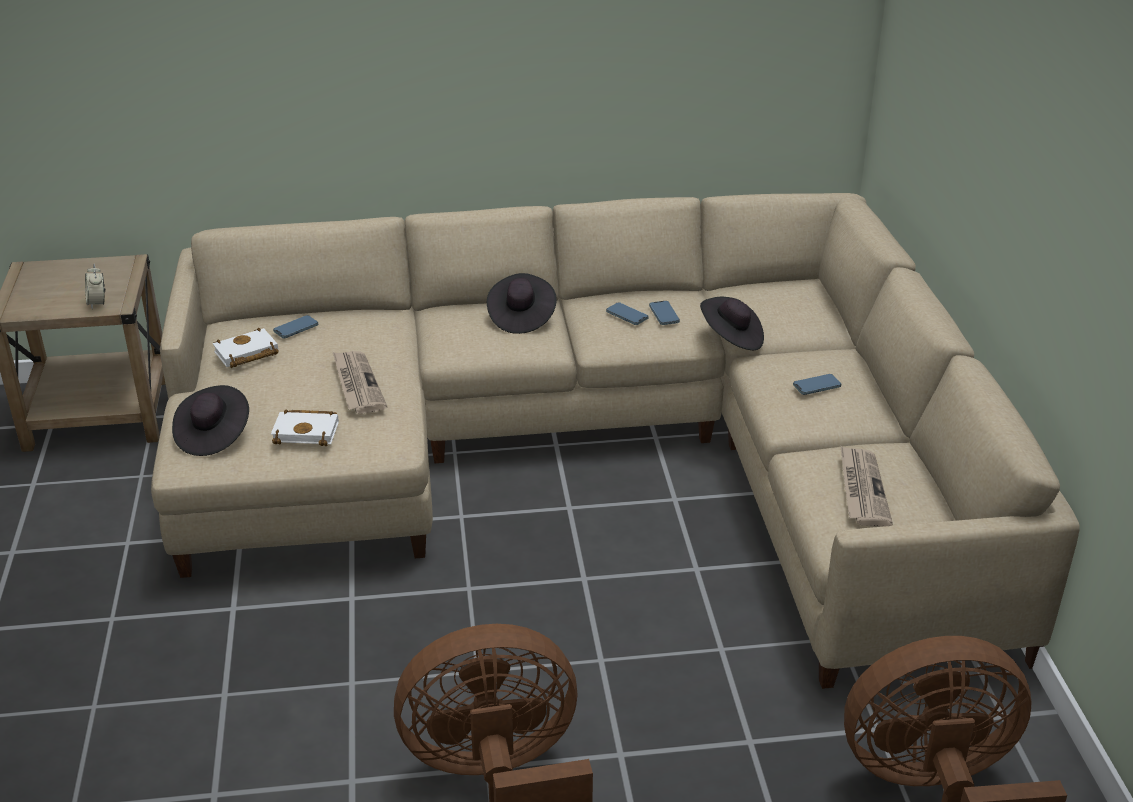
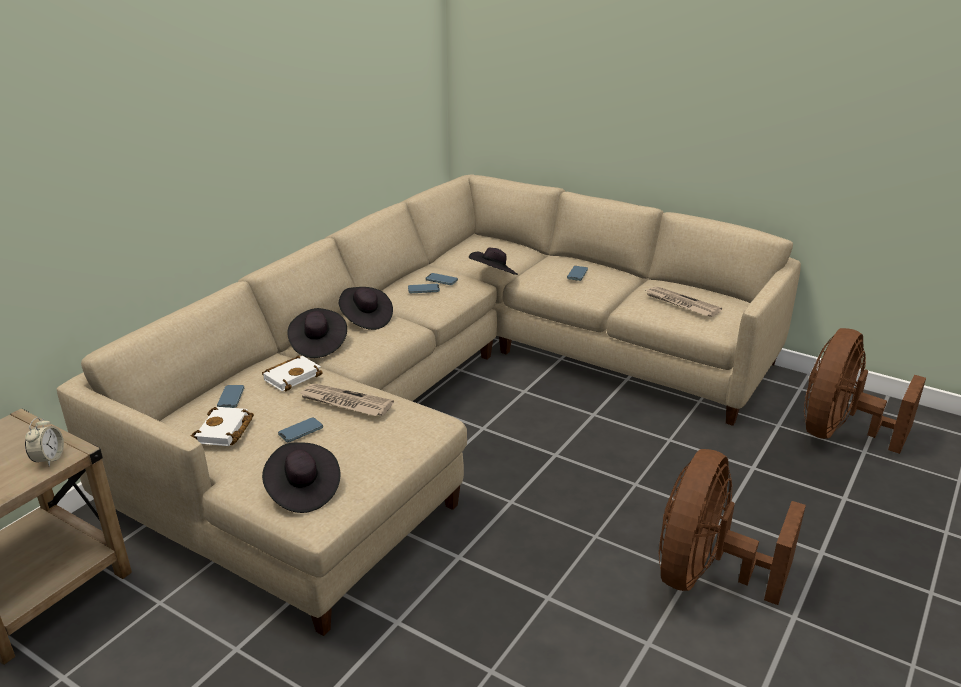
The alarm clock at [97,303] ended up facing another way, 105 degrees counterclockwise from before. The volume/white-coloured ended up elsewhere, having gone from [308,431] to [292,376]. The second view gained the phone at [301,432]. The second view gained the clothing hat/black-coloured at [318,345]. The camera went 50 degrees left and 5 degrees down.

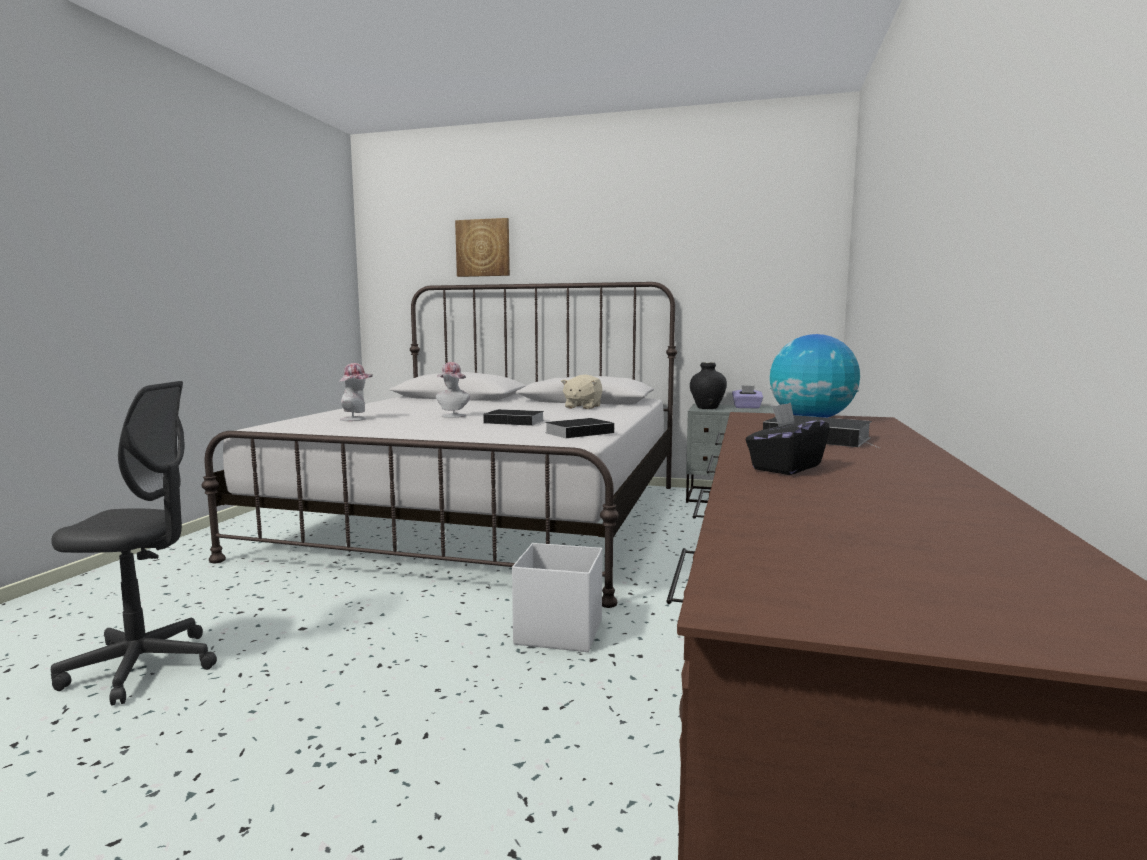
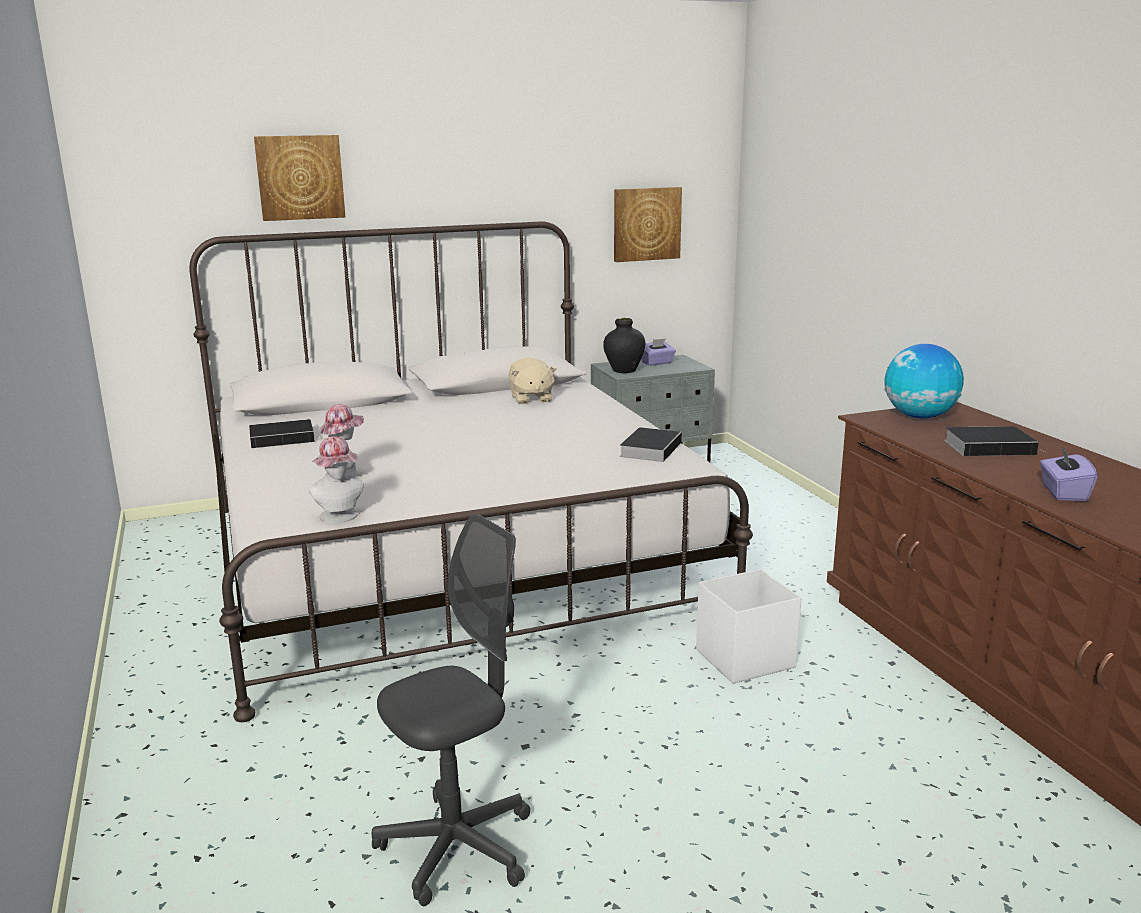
The volume ended up elsewhere, having gone from [516,422] to [284,438]. The clothing hat ended up elsewhere, having gone from [452,416] to [340,517]. The second view gained the wall picture at [646,224]. What was the tissue box/black-coloured at [785,467] turned into the tissue box/purplish at [1063,492]. The camera went 35 degrees left and 10 degrees up.

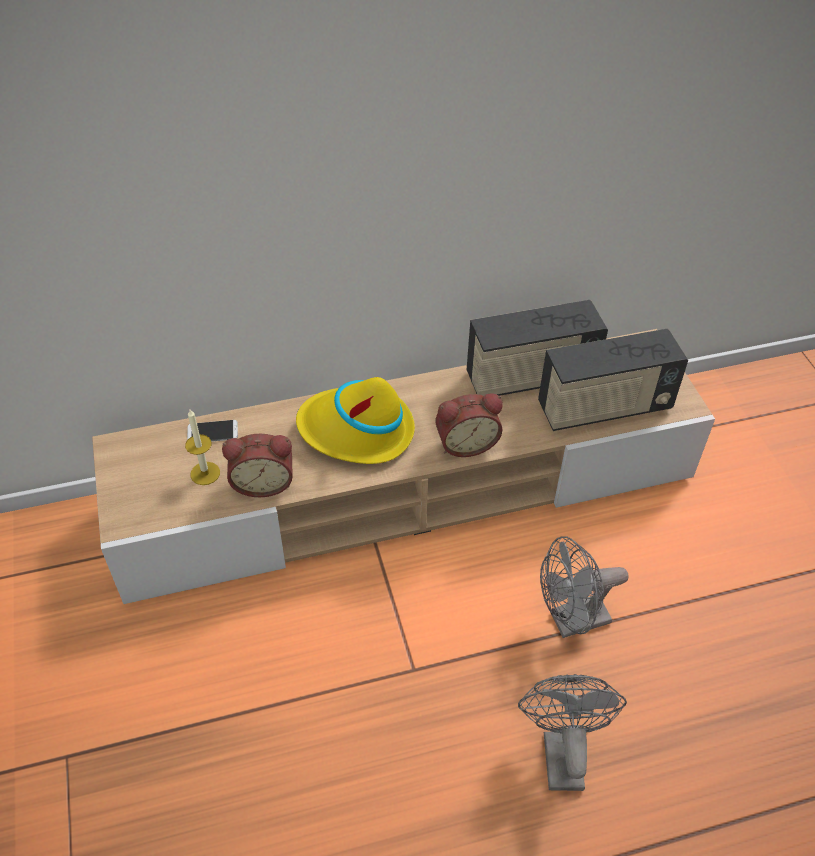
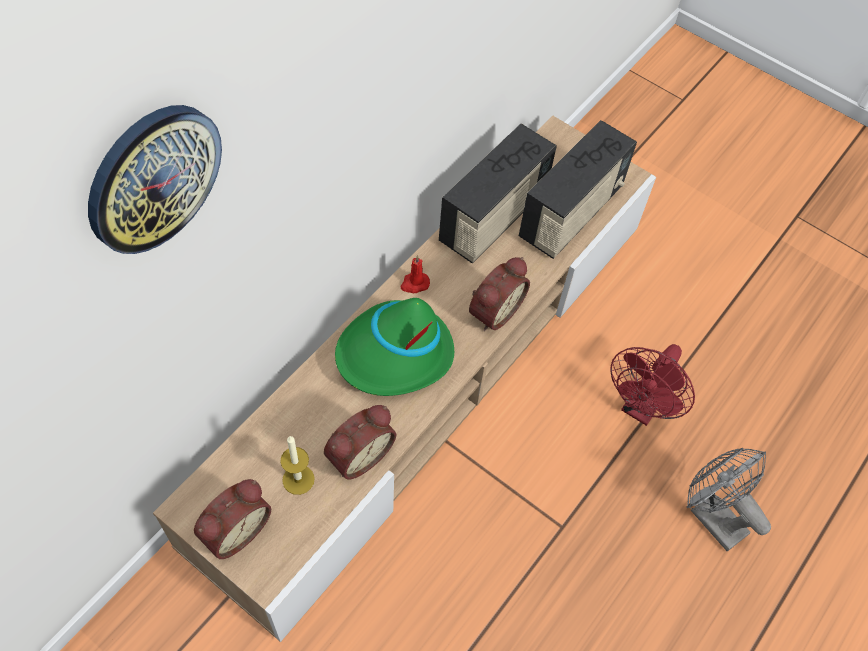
The second view gained the wall clock at [153,178]. The second view gained the alarm clock at [234,529]. What was the clothing hat/yellowish at [356,430] turned into the clothing hat/greenish at [395,354]. The second view gained the wax light/red at [414,284]. What was the cooling fan/grey at [571,622] turned into the cooling fan/red at [641,408]. The second view lost the phone at [212,432]. The camera went 40 degrees left and 10 degrees up.

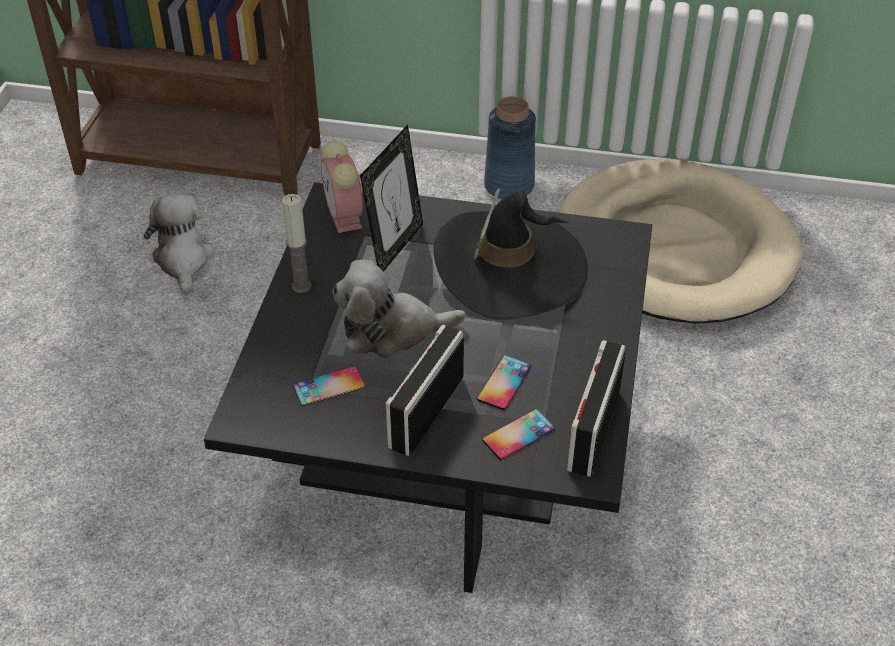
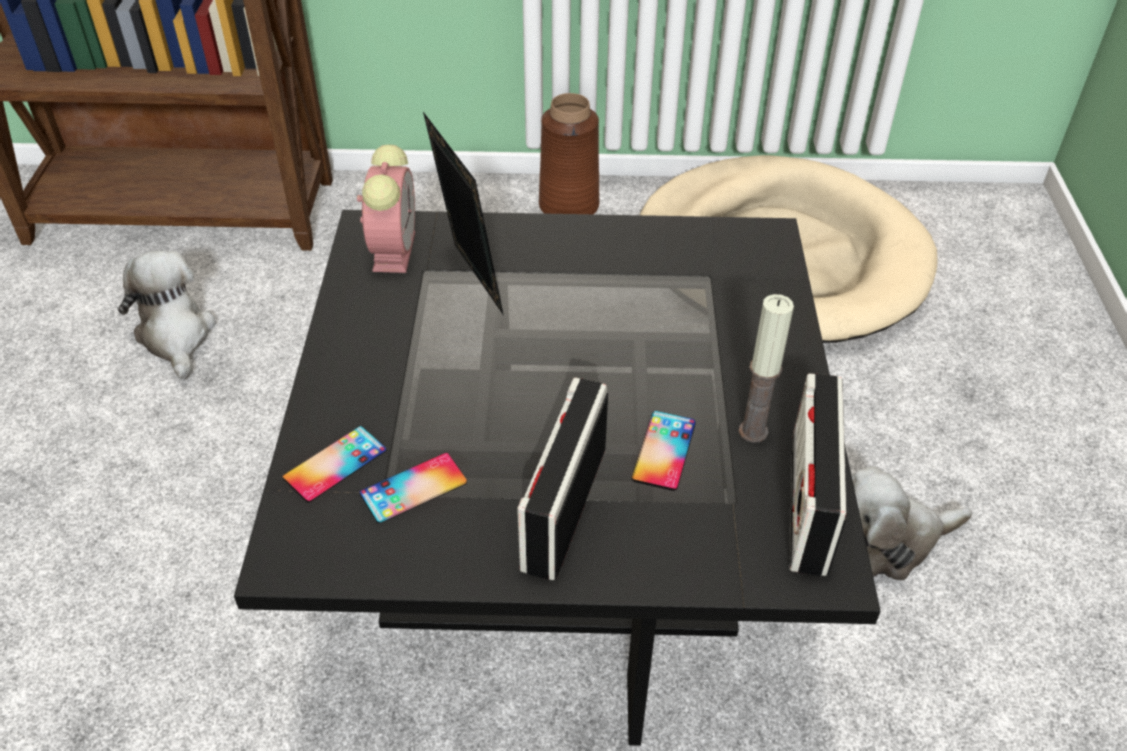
The phone ended up elsewhere, having gone from [518,434] to [335,464]. The alarm clock at [345,217] ended up facing another way, 150 degrees counterclockwise from before. The standing frame at [395,247] ended up facing another way, 45 degrees counterclockwise from before. What was the decorative vase/blue at [509,185] turned into the decorative vase/brown at [569,206]. The wax light ended up elsewhere, having gone from [301,286] to [753,431]. The cuddly toy ended up elsewhere, having gone from [392,331] to [888,542]. The second view lost the clothing hat/black-coloured at [510,268]. The camera went 10 degrees left and 0 degrees up.

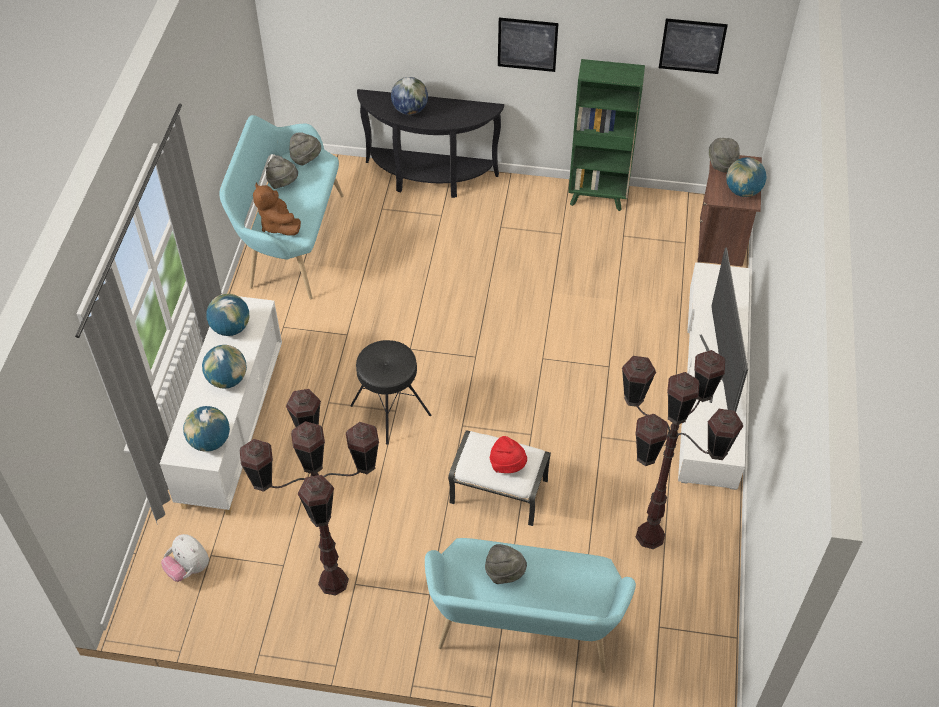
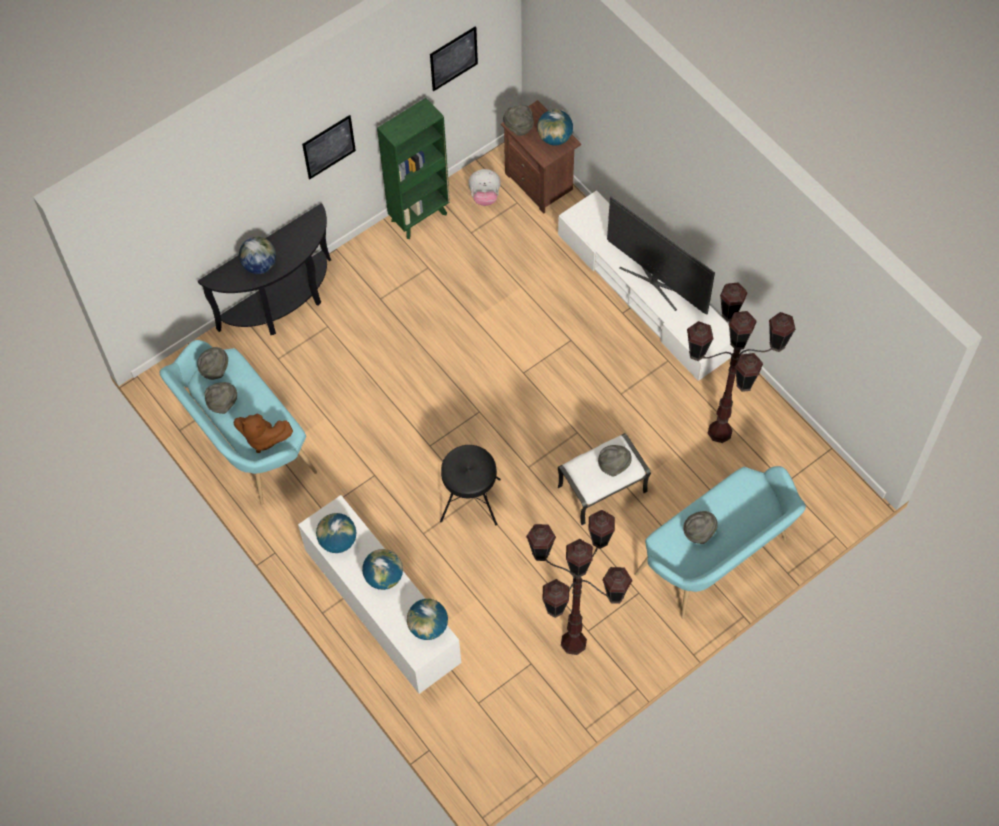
The cuddly toy ended up elsewhere, having gone from [188,568] to [485,196]. What was the clothing hat/red at [507,465] turned into the clothing hat/grey at [613,465]. The camera went 45 degrees left and 10 degrees up.

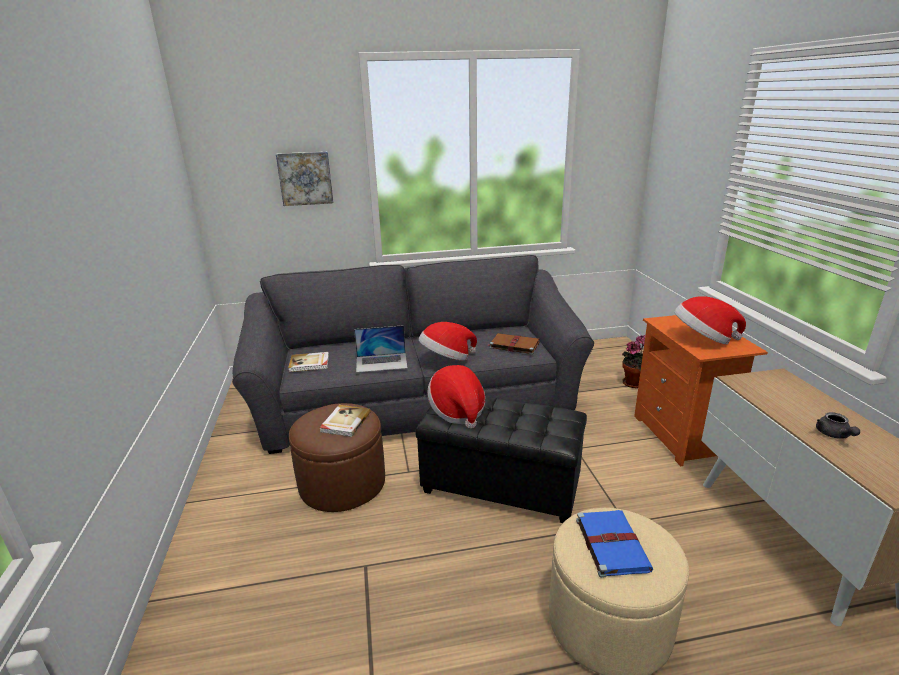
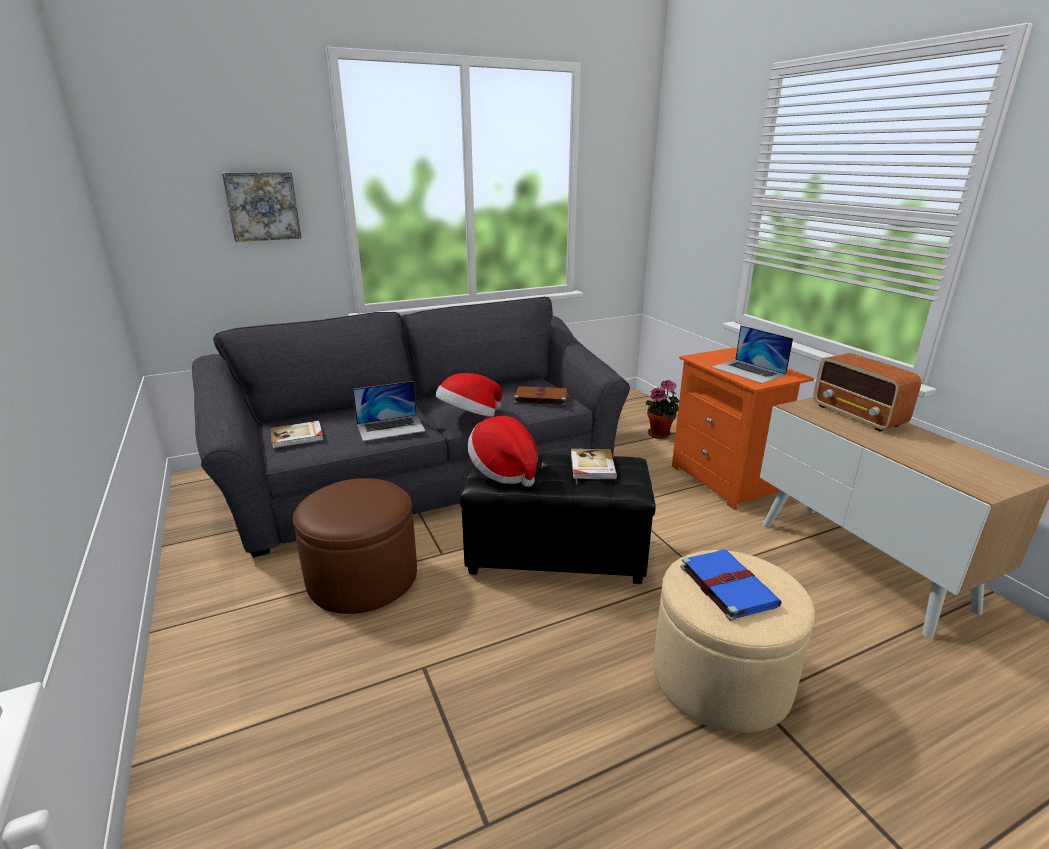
The volume ended up elsewhere, having gone from [345,422] to [591,466]. Where the clothing hat stood at [703,339], the laptop came to stand at [748,371]. The second view gained the radio receiver at [858,416]. The second view lost the tea pot/grey at [834,435]. The camera went 15 degrees left and 0 degrees up.

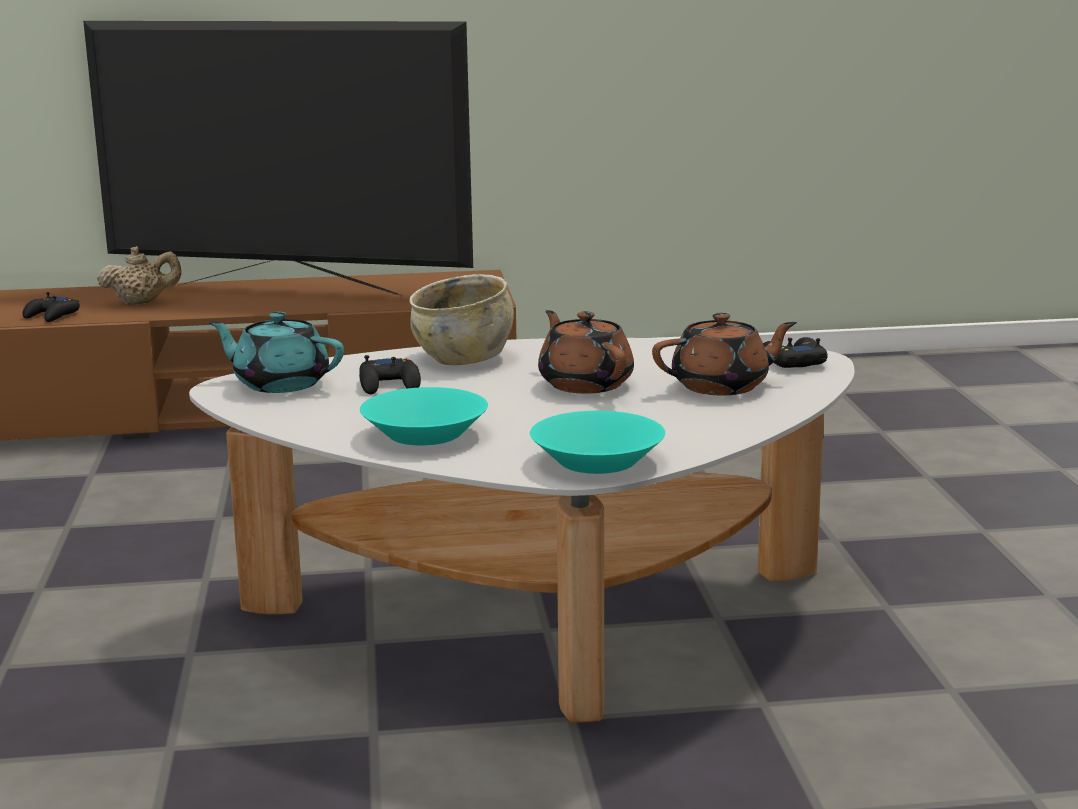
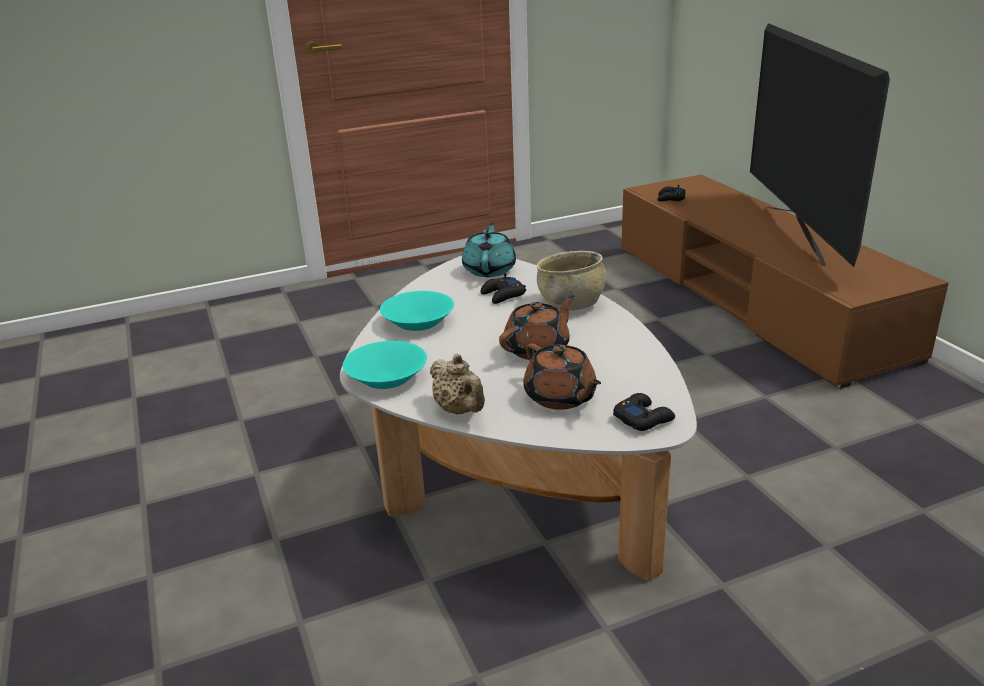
The tea pot/beige-coloured ended up elsewhere, having gone from [142,303] to [460,410]. The camera went 75 degrees right and 10 degrees up.

